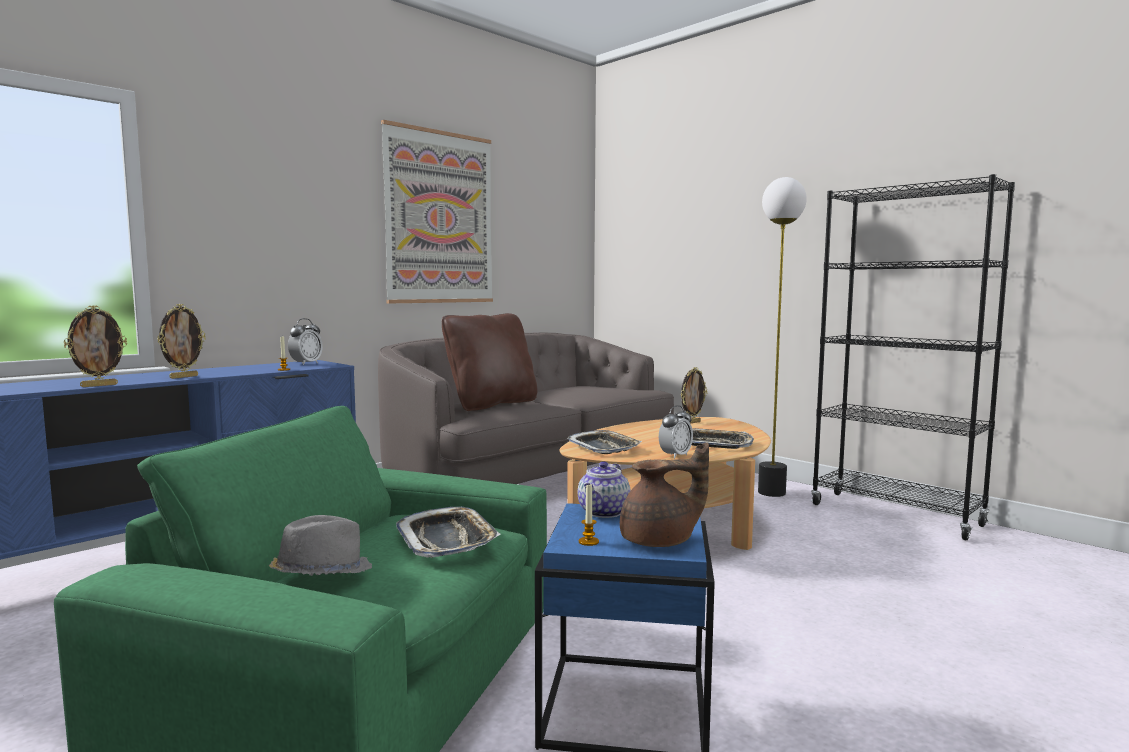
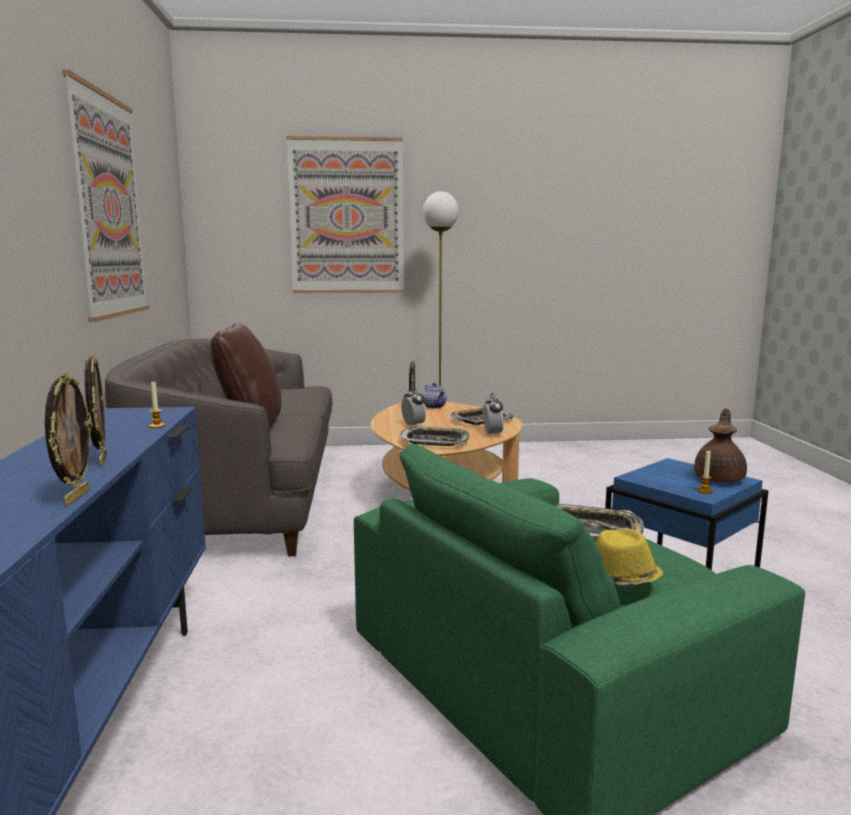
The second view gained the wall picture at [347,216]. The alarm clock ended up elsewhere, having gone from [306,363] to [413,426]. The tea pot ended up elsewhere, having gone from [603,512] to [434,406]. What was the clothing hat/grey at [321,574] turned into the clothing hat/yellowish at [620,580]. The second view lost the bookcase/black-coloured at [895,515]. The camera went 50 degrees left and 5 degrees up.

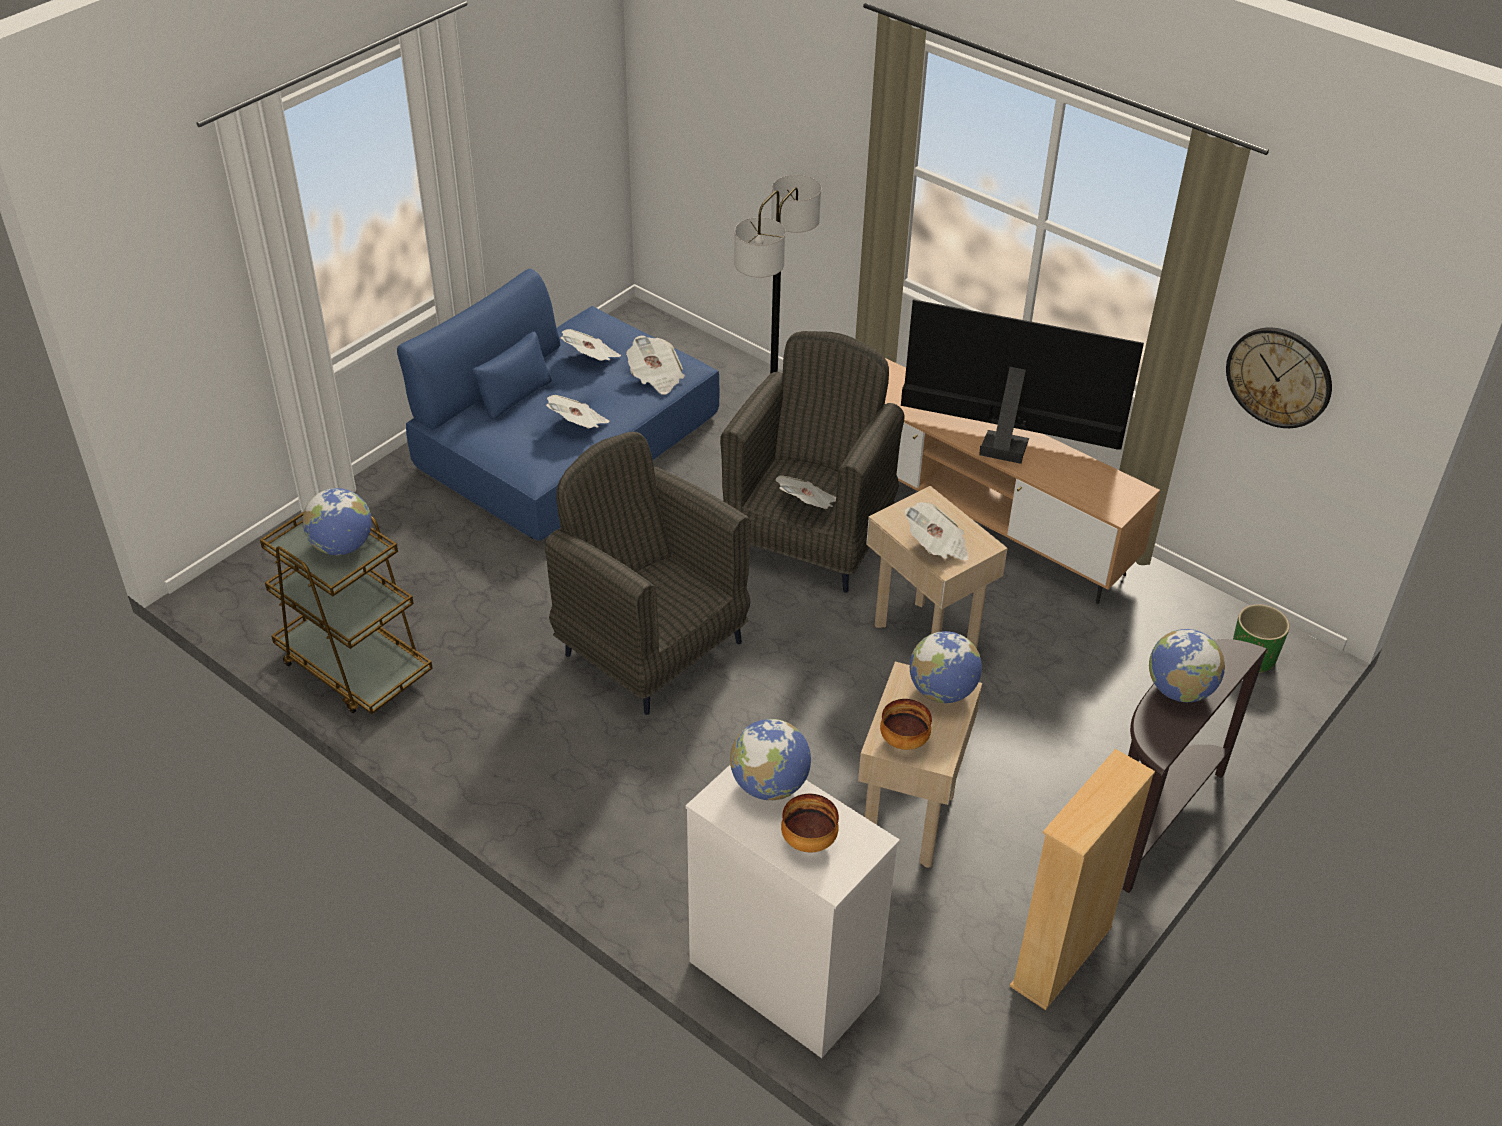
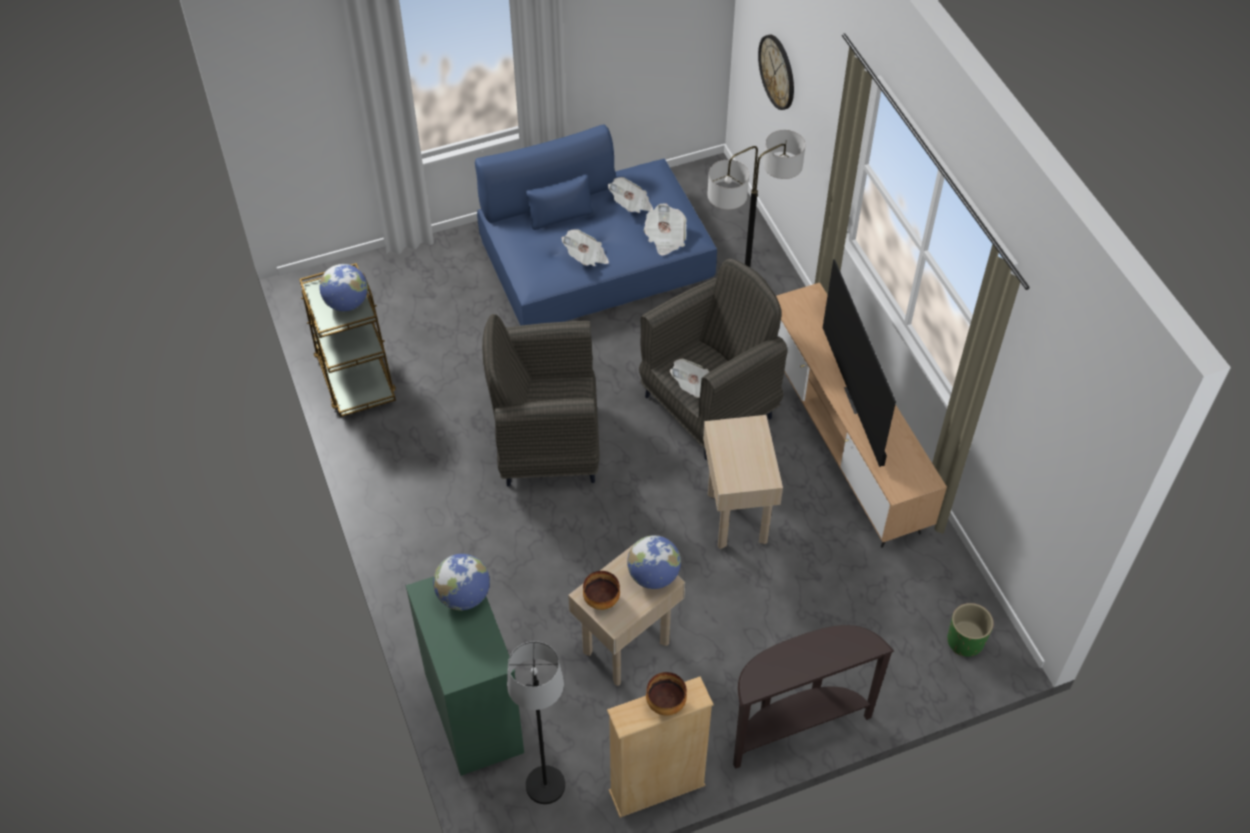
What was the chest of drawers/white-coloured at [782,976] turned into the chest of drawers/greenish at [473,712]. The lounge chair/grey at [651,647] ended up facing another way, 75 degrees counterclockwise from before. The second view gained the standing lamp/black-coloured at [546,785]. The serving bowl ended up elsewhere, having gone from [808,842] to [665,703]. The wall clock ended up elsewhere, having gone from [1279,377] to [777,72]. The TV at [1005,442] ended up facing another way, 150 degrees counterclockwise from before. The second view lost the newspaper at [936,546]. The second view lost the globe at [1179,690]. The camera went 30 degrees right and 10 degrees up.

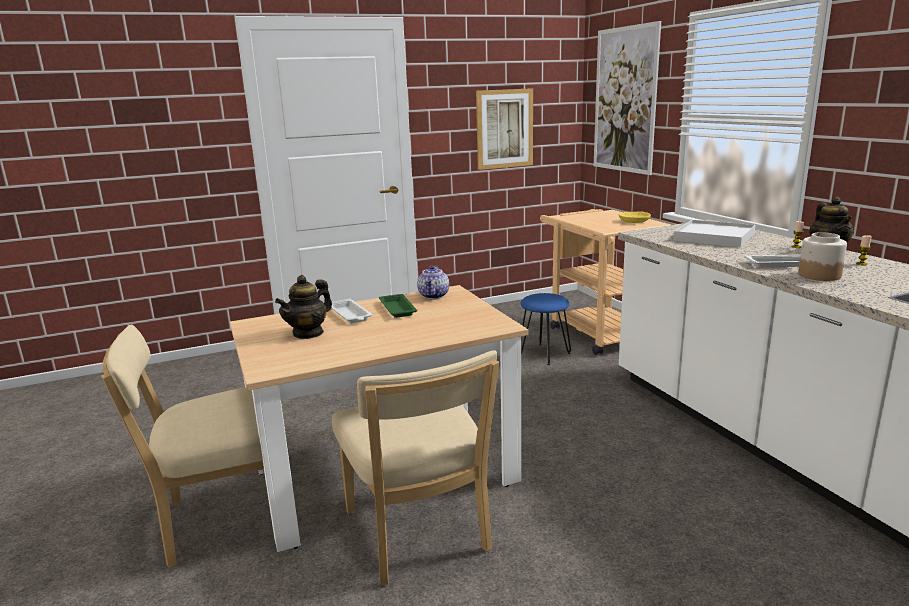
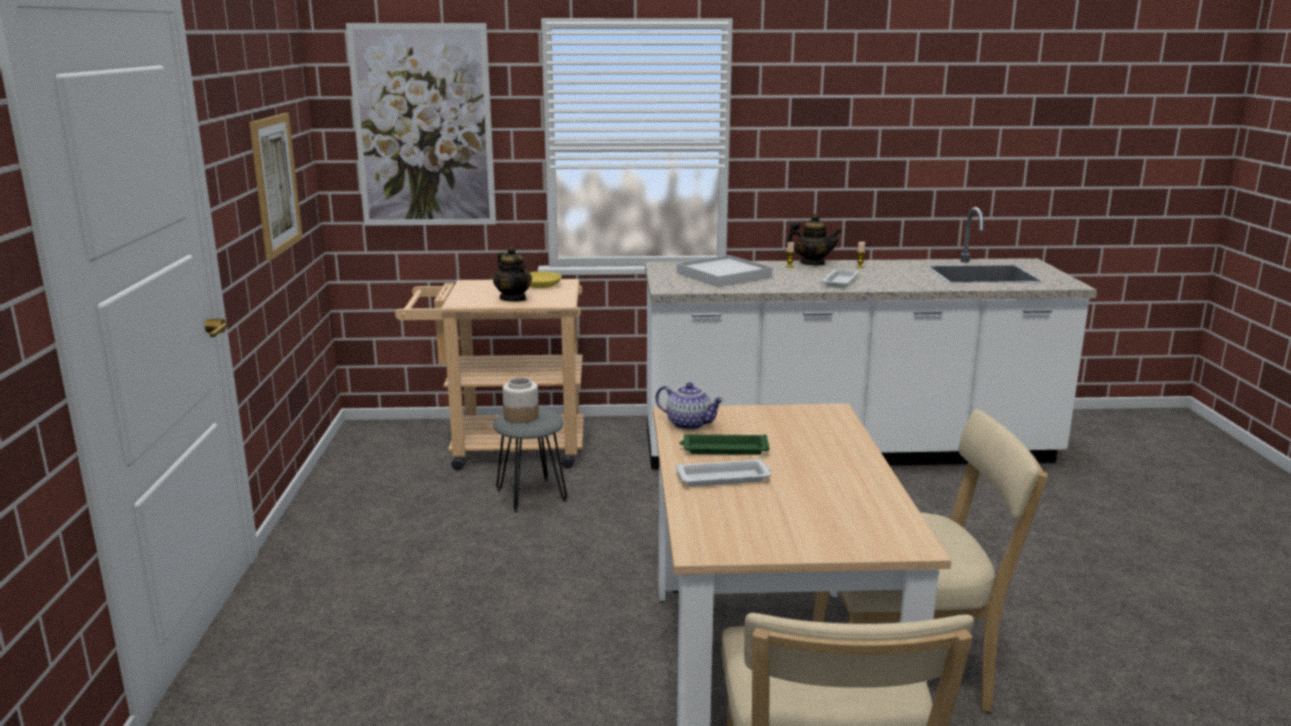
The tea pot ended up elsewhere, having gone from [308,333] to [513,299]. What was the sitting stool/blue at [544,354] turned into the sitting stool/grey at [531,495]. The jar ended up elsewhere, having gone from [819,275] to [520,417]. The camera went 70 degrees left and 0 degrees up.

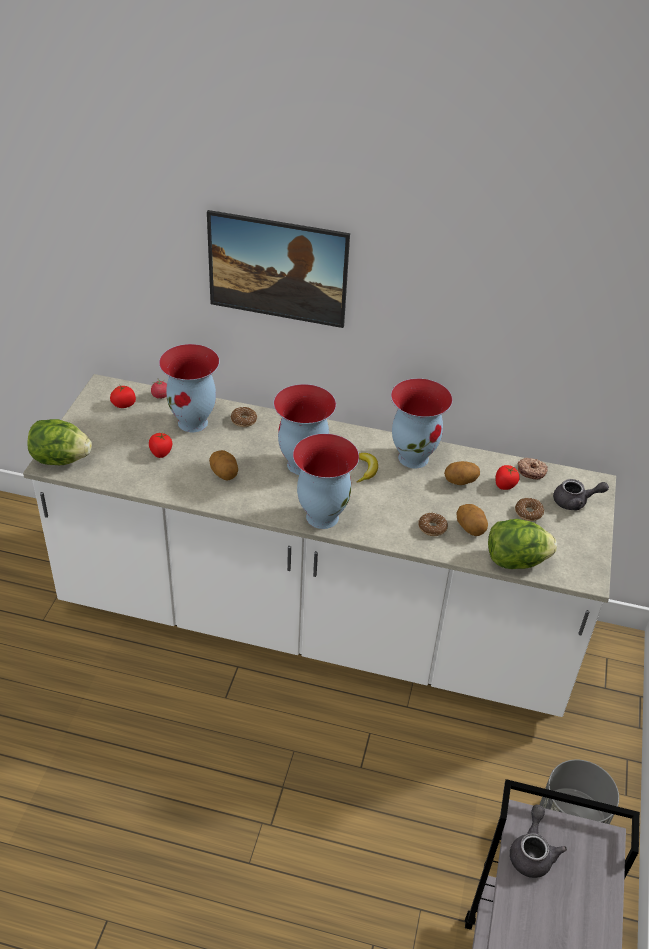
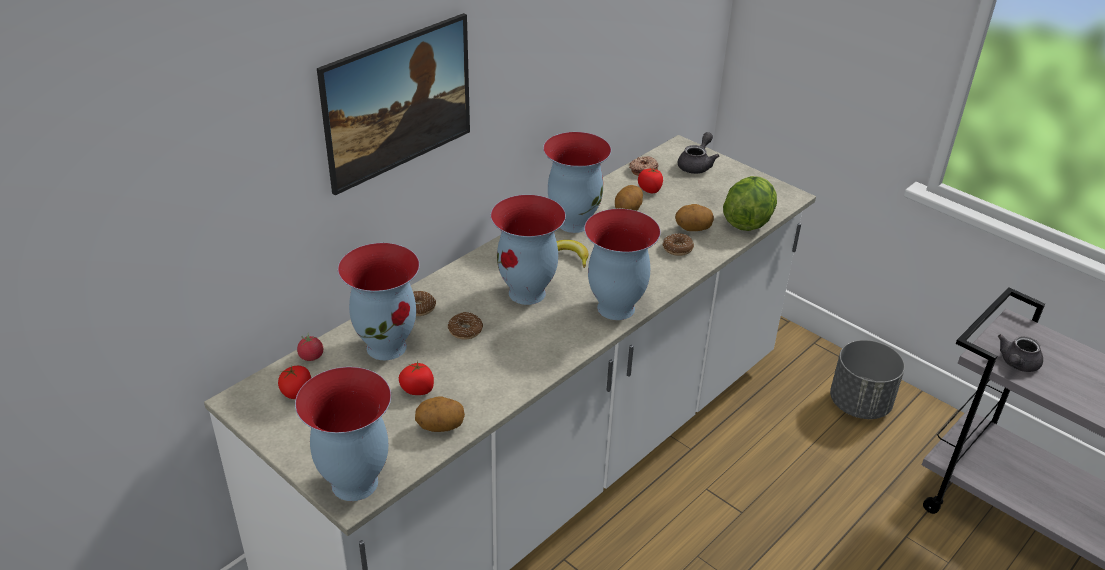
Where the head of lettuce stood at [60,459], the decorative vase came to stand at [353,483]. The spud ended up elsewhere, having gone from [224,474] to [440,426]. The donut ended up elsewhere, having gone from [528,513] to [465,330]. The tea pot/grey at [532,852] ended up facing another way, 90 degrees counterclockwise from before. The camera went 60 degrees left and 5 degrees down.

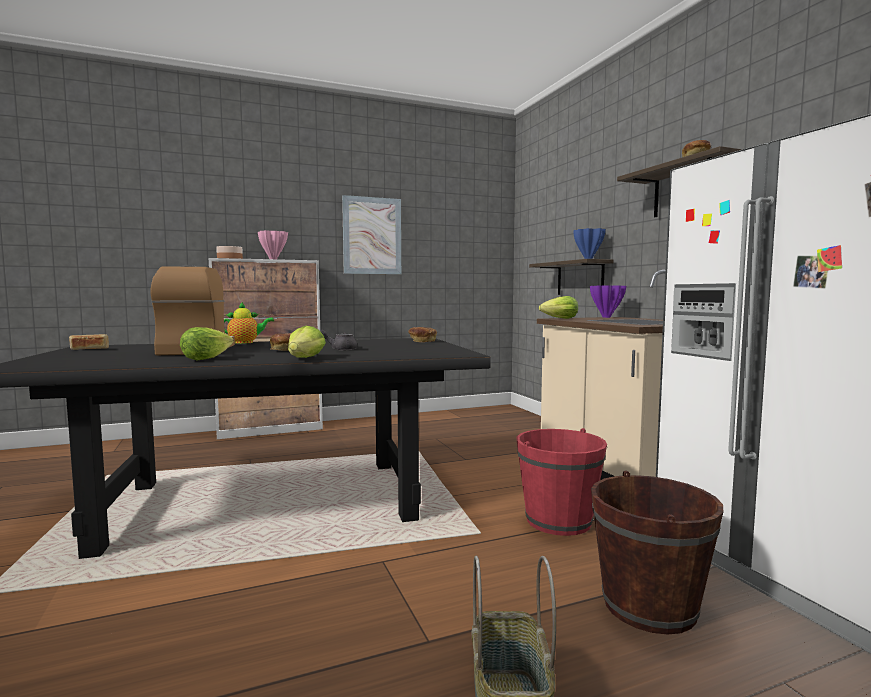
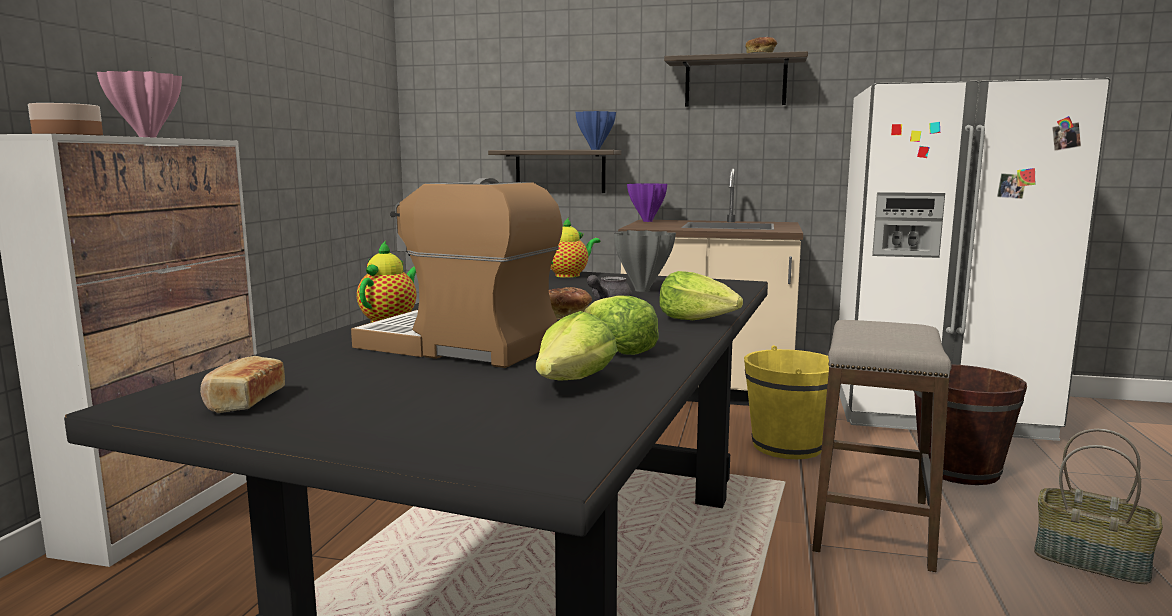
The head of lettuce ended up elsewhere, having gone from [560,318] to [574,382]. Where the bakery bread stood at [422,341], the tea pot came to stand at [570,275]. The second view gained the decorative vase/grey at [642,290]. What was the water bucket/red at [558,521] turned into the water bucket/yellowish at [787,446]. The second view gained the sitting stool at [872,525]. The second view lost the wall picture at [372,236]. The camera went 55 degrees left and 5 degrees up.

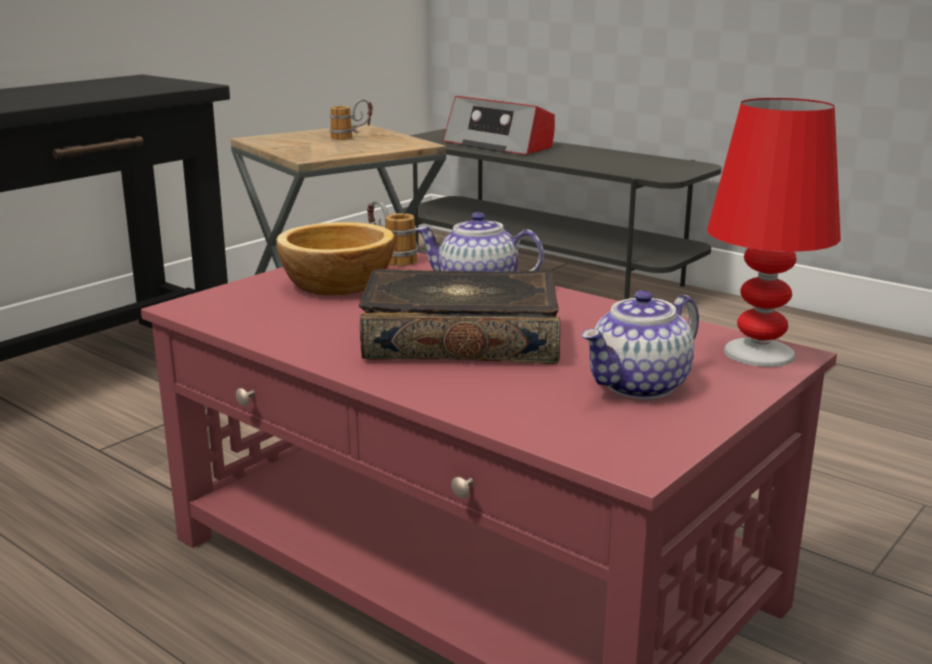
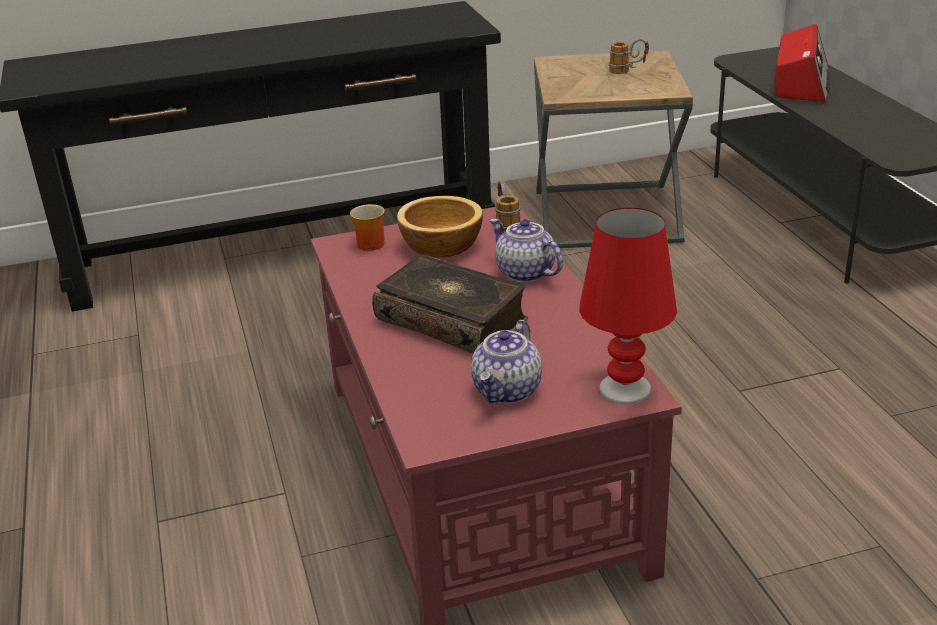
The second view gained the coffee mug at [367,244]. The tea pot at [639,386] ended up facing another way, 60 degrees counterclockwise from before. The radio receiver at [499,145] ended up facing another way, 150 degrees counterclockwise from before. The camera went 35 degrees right and 10 degrees up.

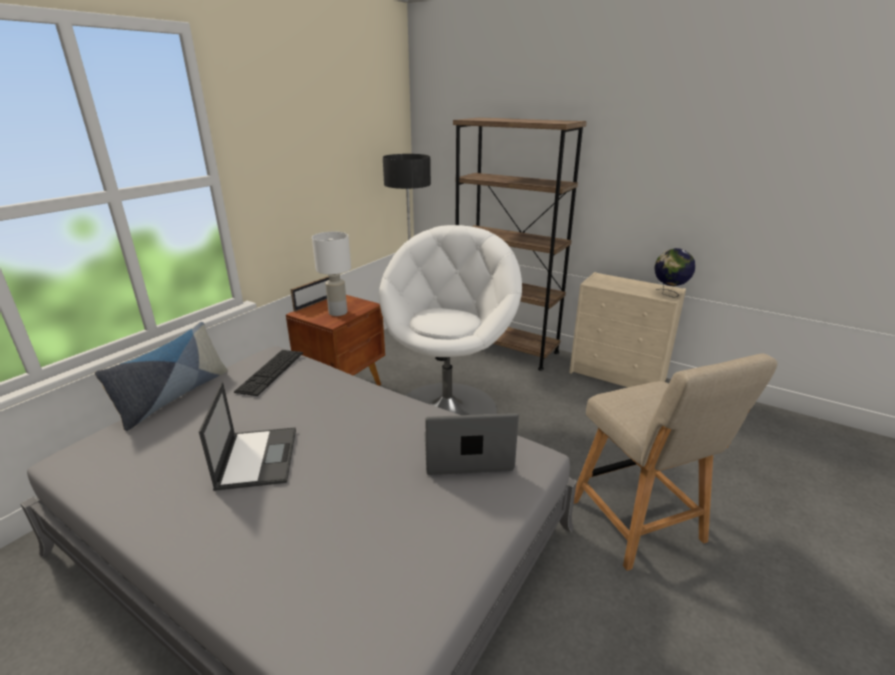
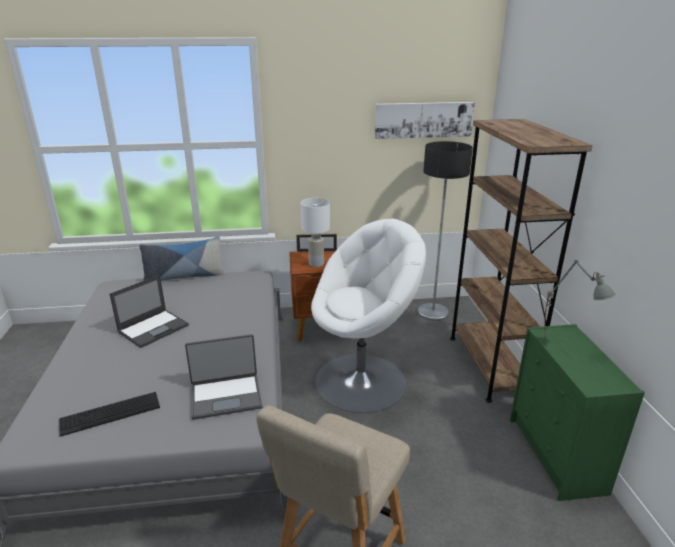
The PC keyboard ended up elsewhere, having gone from [270,371] to [110,413]. The laptop at [467,455] ended up facing another way, 120 degrees clockwise from before. The second view gained the wall picture at [423,119]. What was the chest of drawers/beige-coloured at [618,376] turned into the chest of drawers/greenish at [556,456]. The second view gained the lamp for a table/grey at [568,344]. The second view lost the globe at [669,294]. The camera went 50 degrees right and 0 degrees up.

